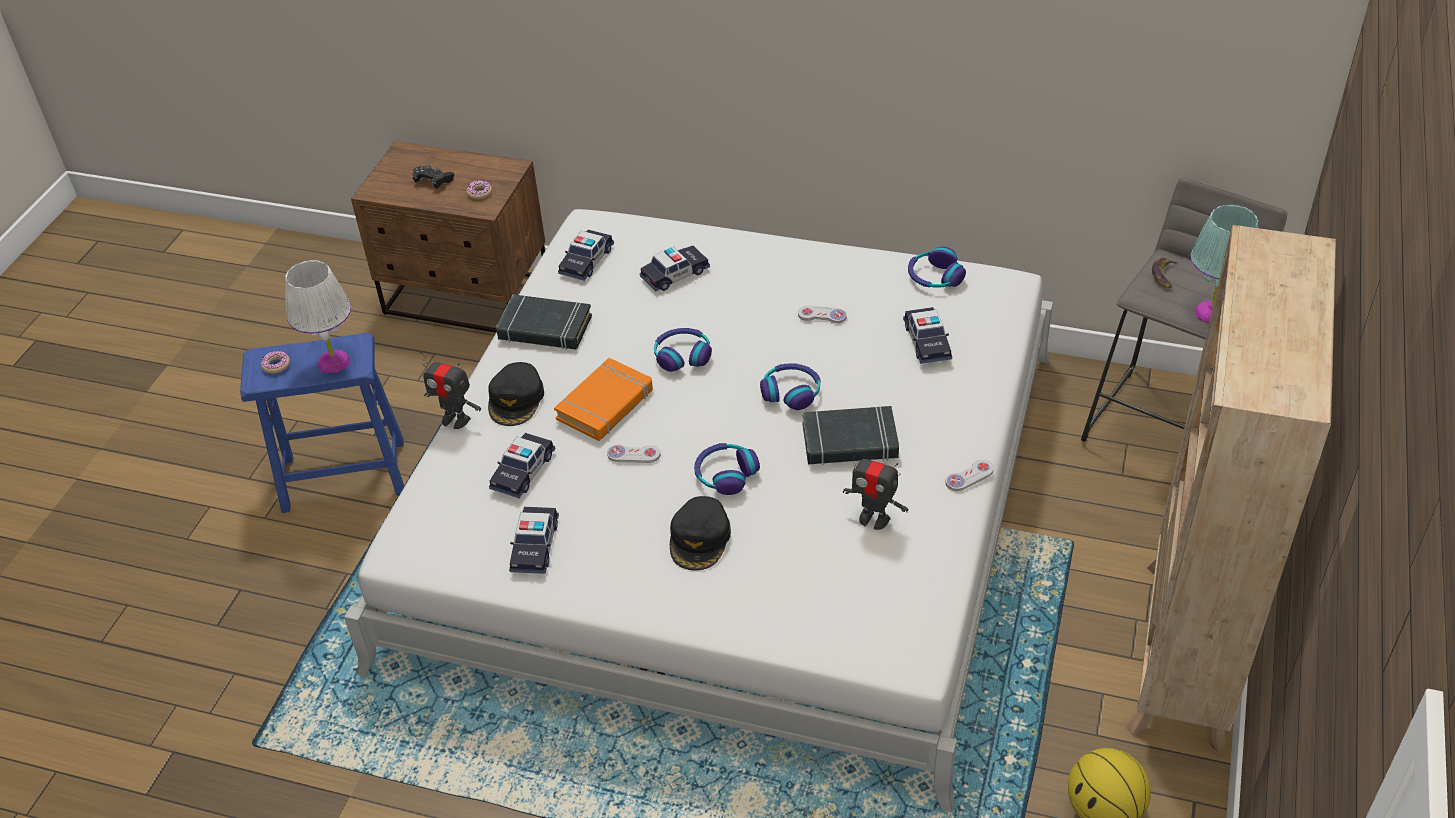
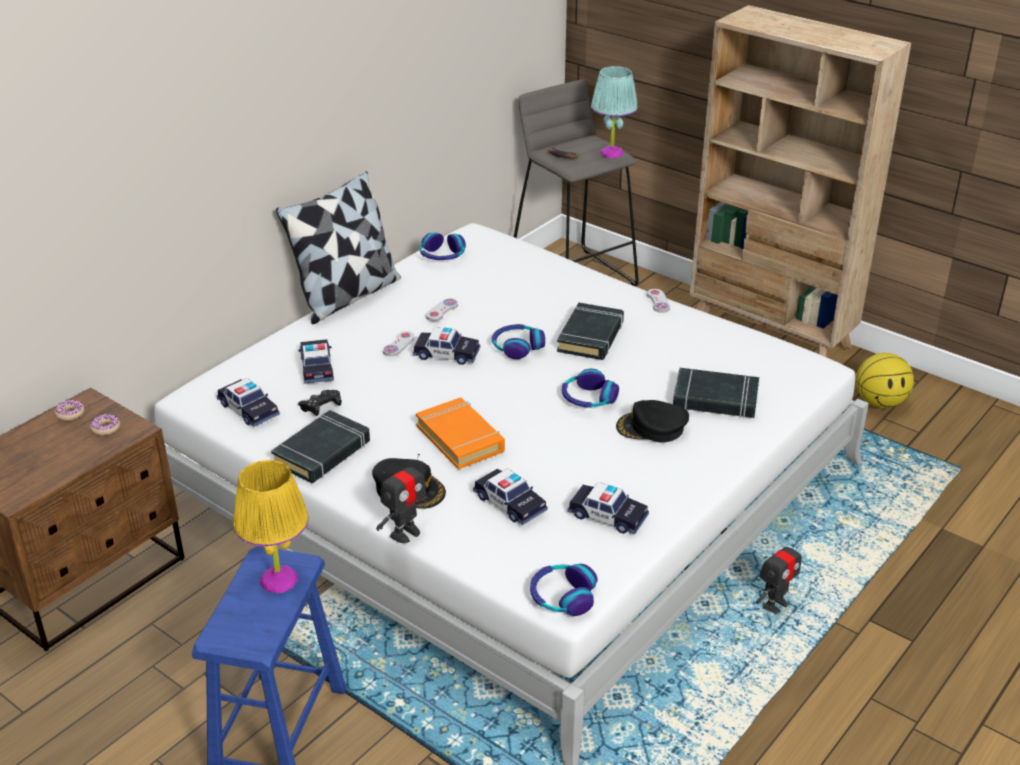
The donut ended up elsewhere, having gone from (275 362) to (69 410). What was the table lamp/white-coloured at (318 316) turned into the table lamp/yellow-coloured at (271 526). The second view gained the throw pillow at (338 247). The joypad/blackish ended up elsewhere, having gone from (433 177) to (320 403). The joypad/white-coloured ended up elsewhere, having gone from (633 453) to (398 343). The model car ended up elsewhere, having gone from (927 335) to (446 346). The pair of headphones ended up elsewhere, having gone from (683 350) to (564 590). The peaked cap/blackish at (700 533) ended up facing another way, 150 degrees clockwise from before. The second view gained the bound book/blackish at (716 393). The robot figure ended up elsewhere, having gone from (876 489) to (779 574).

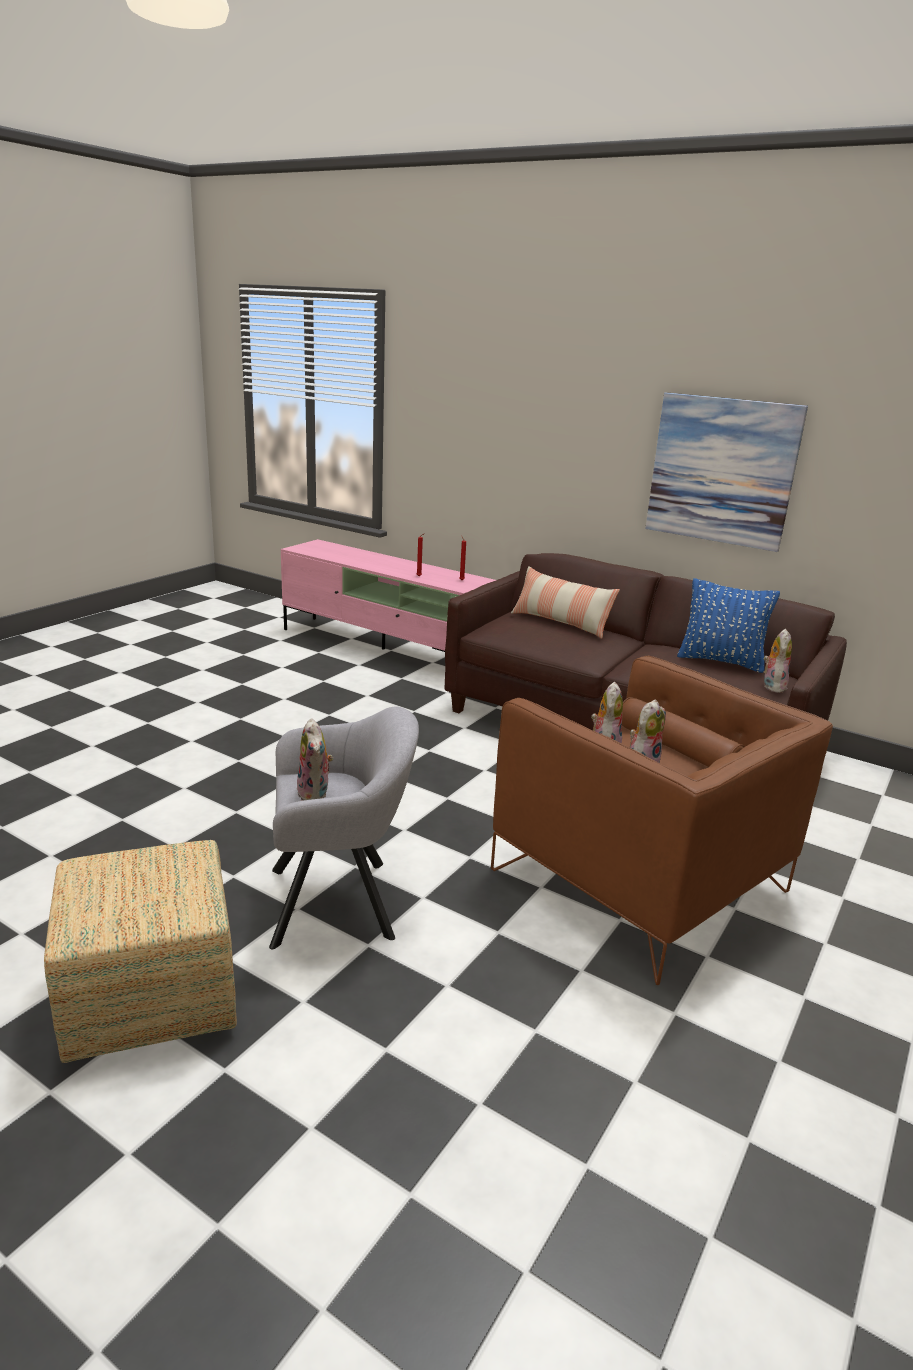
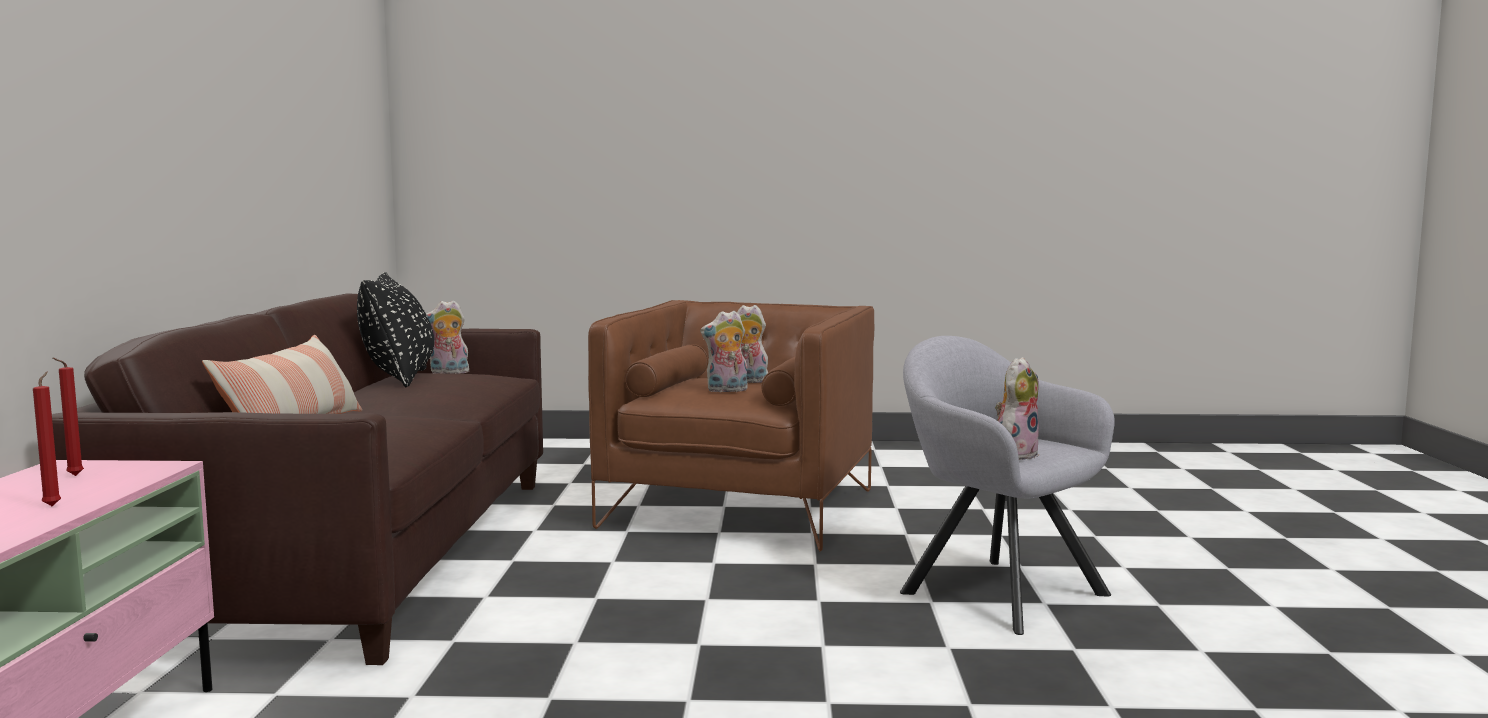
What was the throw pillow/blue at (728 625) turned into the throw pillow/blackish at (395 330). The second view lost the footrest at (140 951). The second view lost the wall art at (726 472).

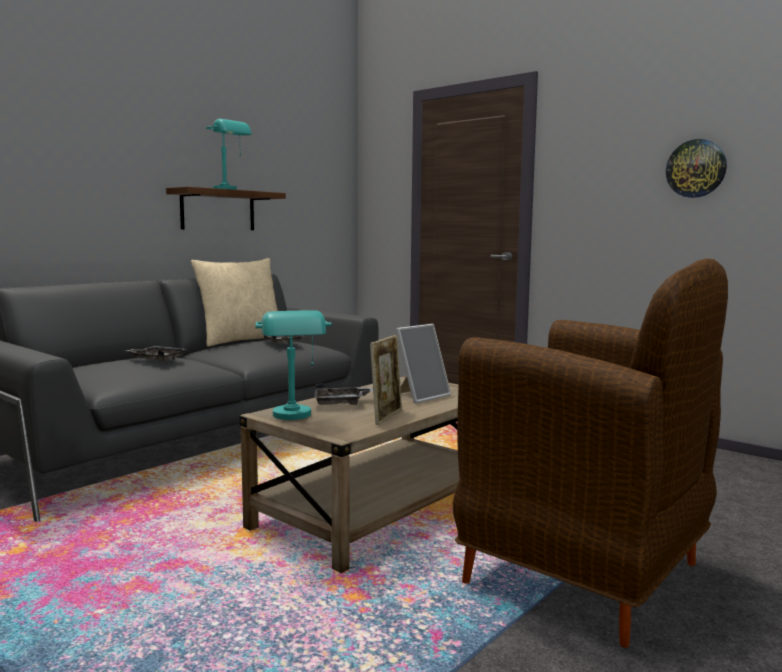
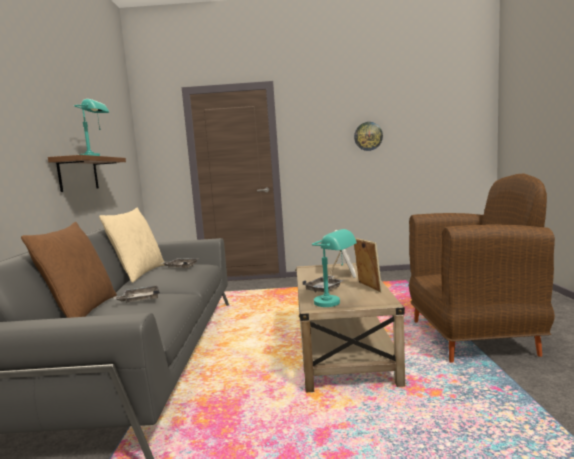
The second view gained the throw pillow/brown at (69 270).

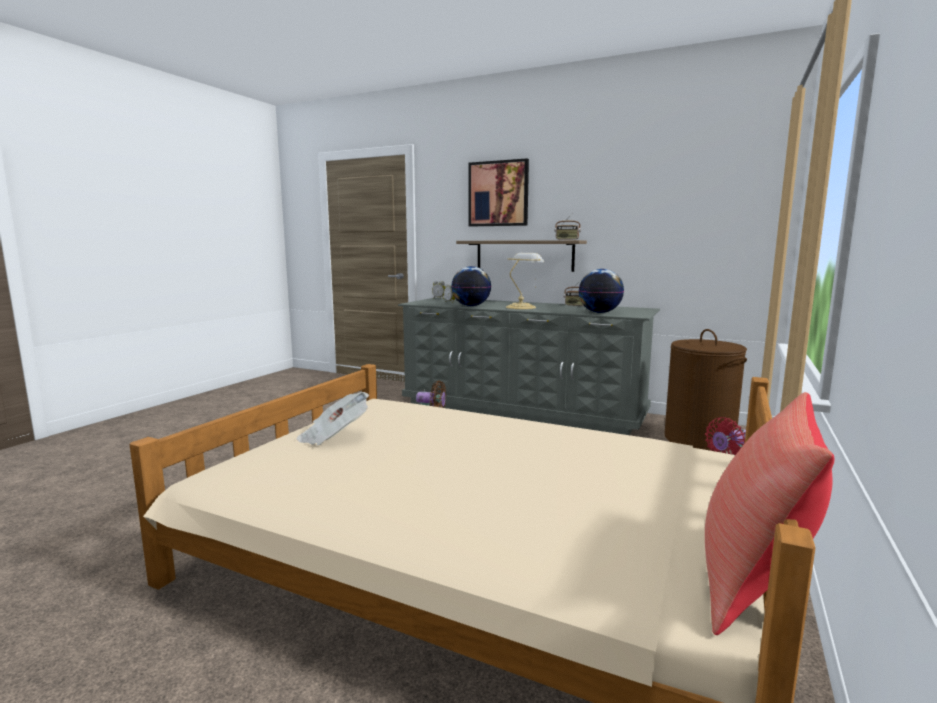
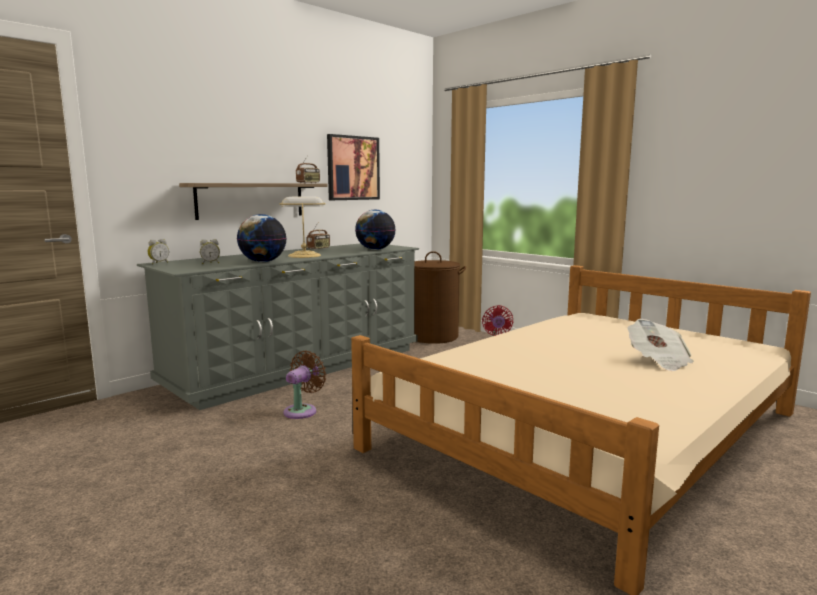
The wall art ended up elsewhere, having gone from (498 192) to (353 167). The daily paper ended up elsewhere, having gone from (332 418) to (660 345). The second view lost the throw pillow/reddish at (770 513).

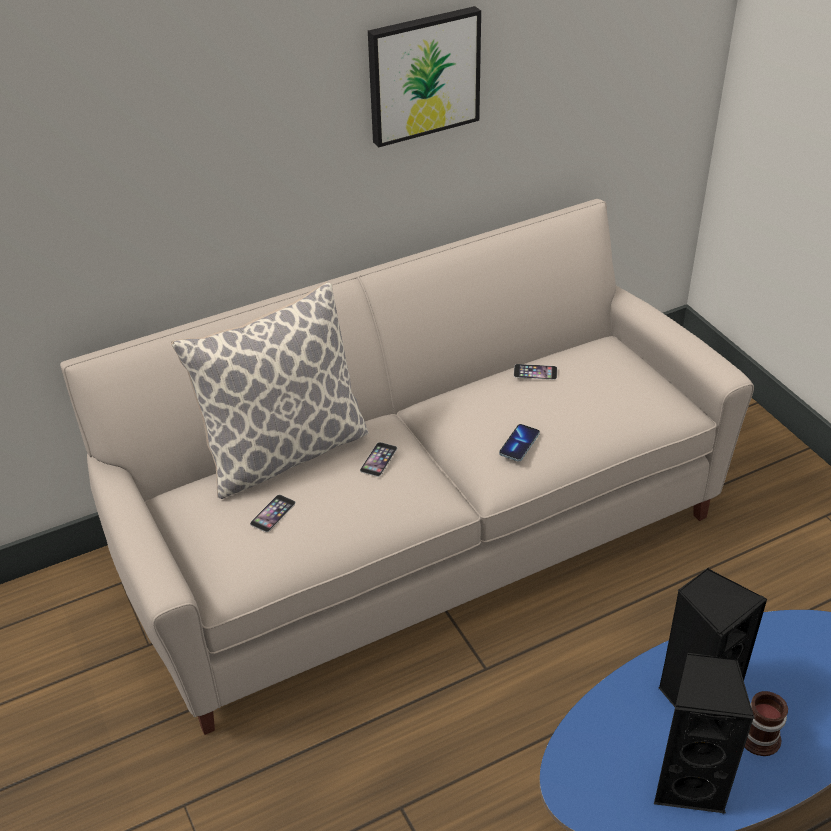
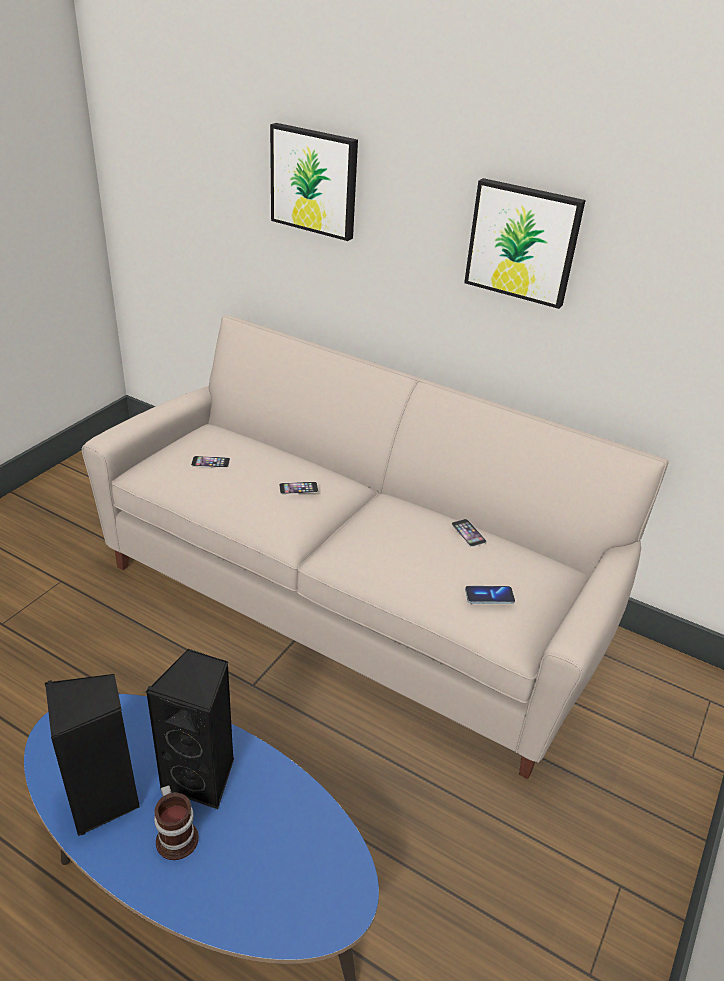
The second view gained the wall art at (314 182). The telephone ended up elsewhere, having gone from (519 442) to (490 595). The second view lost the throw pillow at (270 390).

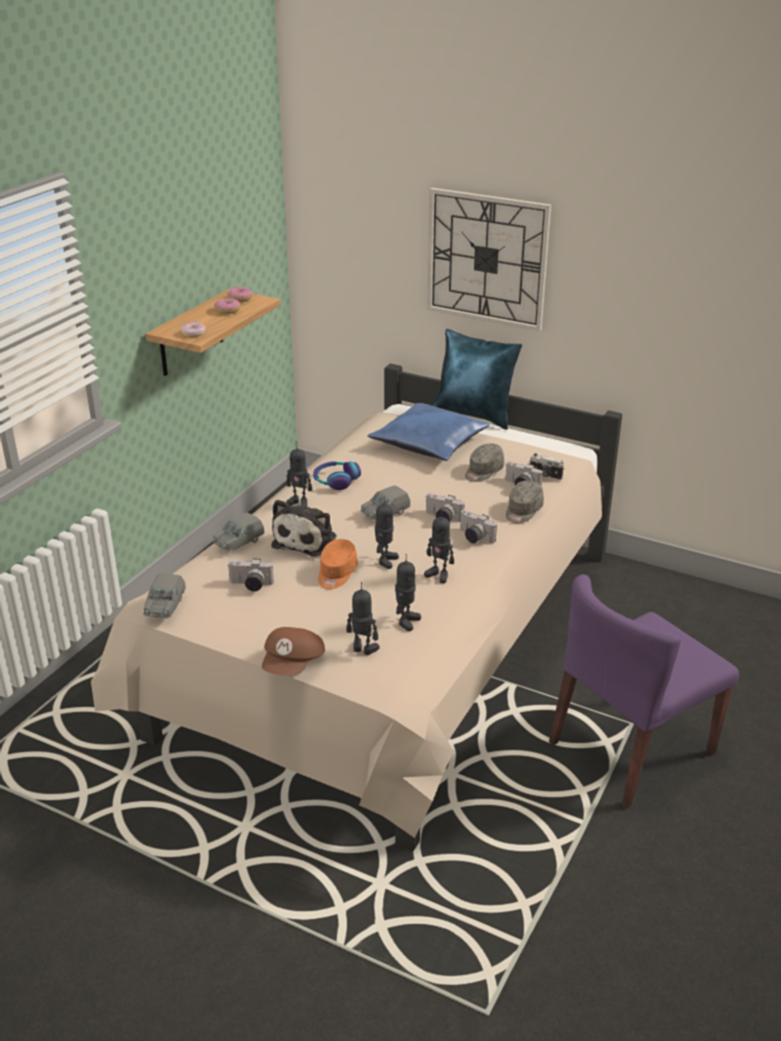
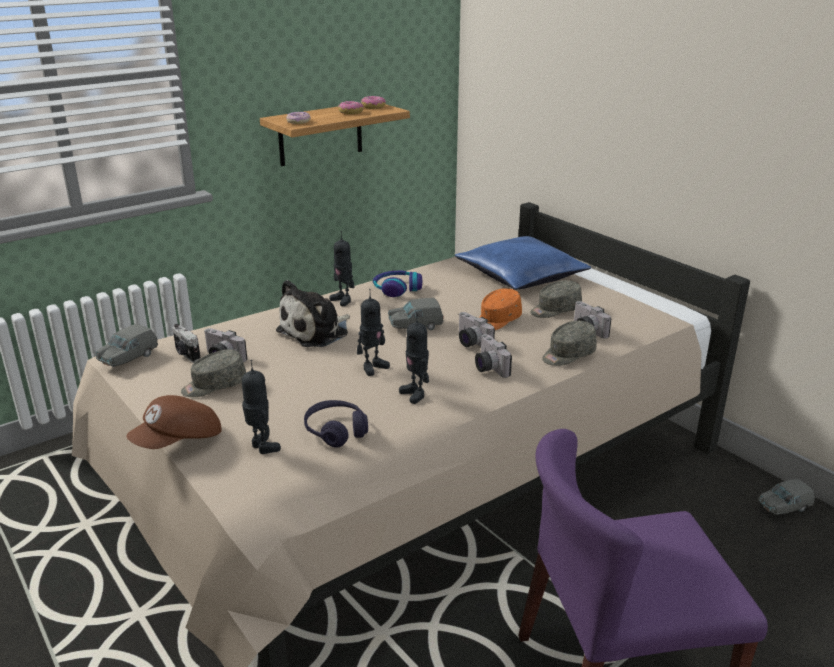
The photo camera ended up elsewhere, having gone from (547 466) to (186 343). The second view gained the peaked cap/grey at (213 373). Where the robot figure stood at (408 592), the pair of headphones/purple came to stand at (336 424). The peaked cap/orange-coloured ended up elsewhere, having gone from (338 564) to (500 309). The model car/grey ended up elsewhere, having gone from (239 531) to (786 496). The second view lost the wall clock at (489 259). The second view lost the throw pillow/blue at (477 379).

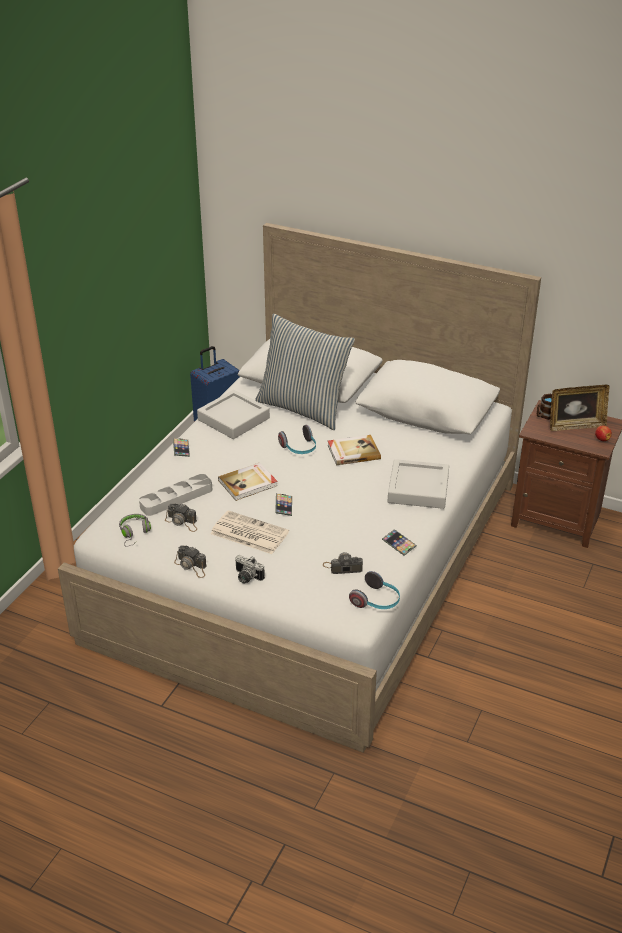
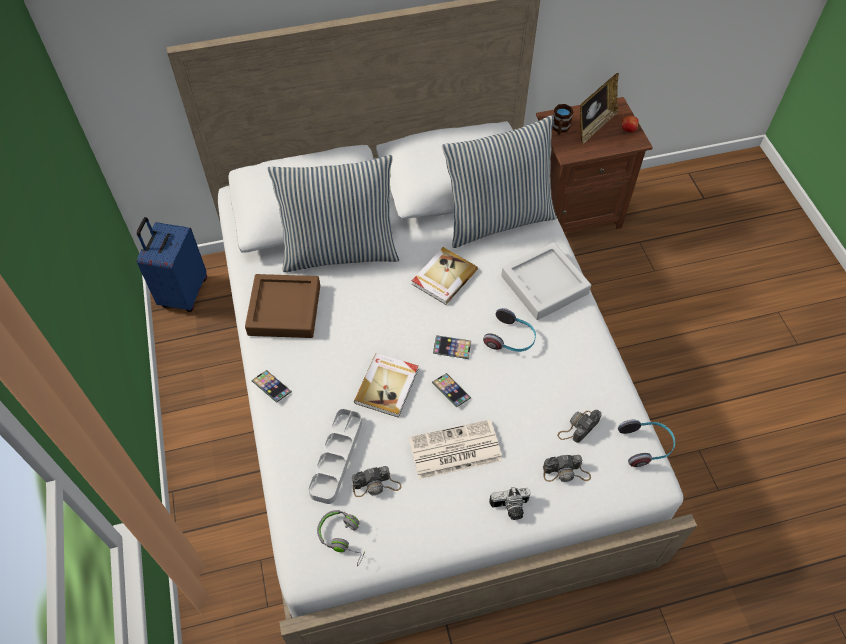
What was the carrying tray/grey at (233 414) turned into the carrying tray/brown at (282 306). The telephone ended up elsewhere, having gone from (399 542) to (452 347). The second view gained the throw pillow at (499 181). The pair of headphones ended up elsewhere, having gone from (297 439) to (509 330). The photo camera ended up elsewhere, having gone from (190 561) to (567 468).

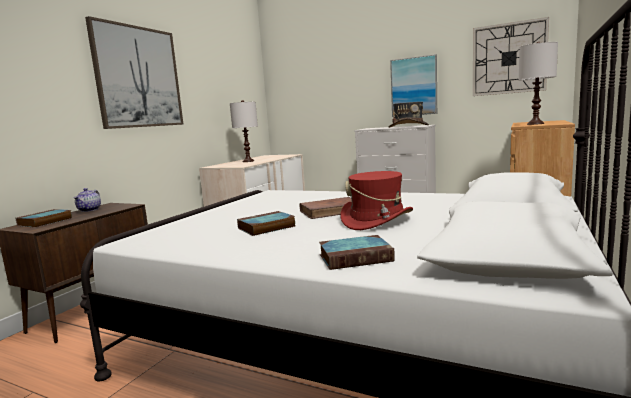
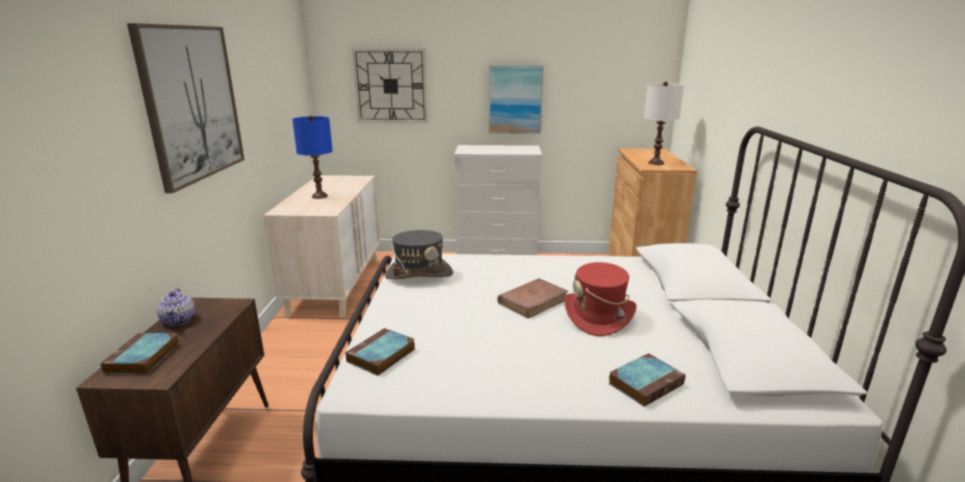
What was the table lamp/white-coloured at (244 131) turned into the table lamp/blue at (312 157). The bound book ended up elsewhere, having gone from (266 223) to (380 352). The wall clock ended up elsewhere, having gone from (511 56) to (390 85). The hat/grey ended up elsewhere, having gone from (409 115) to (419 254).

